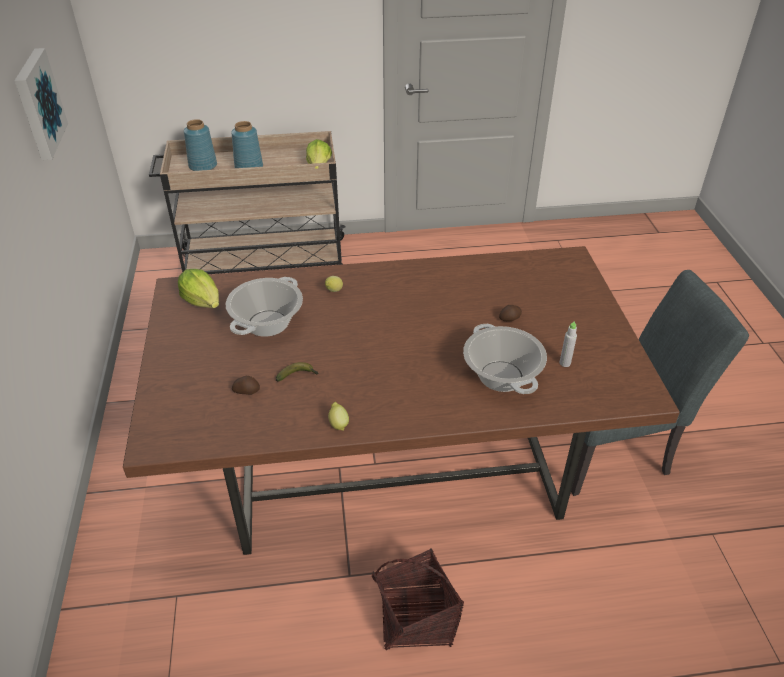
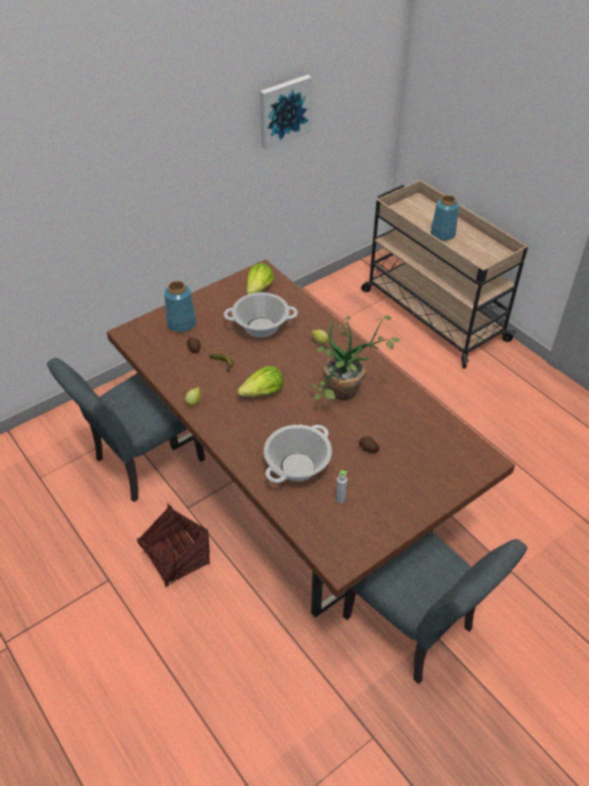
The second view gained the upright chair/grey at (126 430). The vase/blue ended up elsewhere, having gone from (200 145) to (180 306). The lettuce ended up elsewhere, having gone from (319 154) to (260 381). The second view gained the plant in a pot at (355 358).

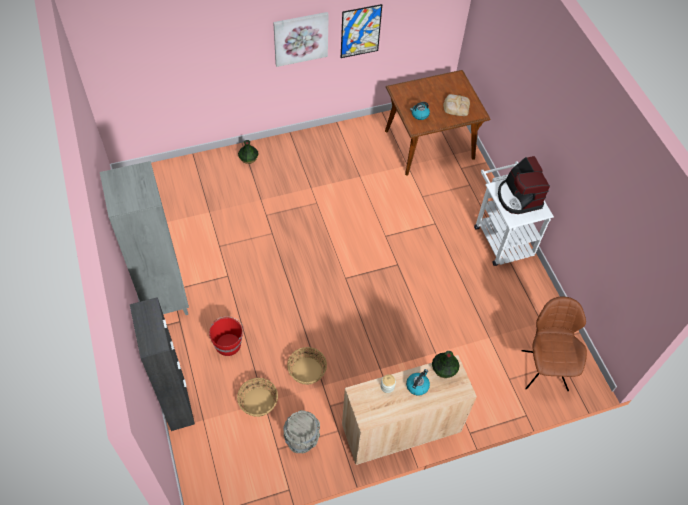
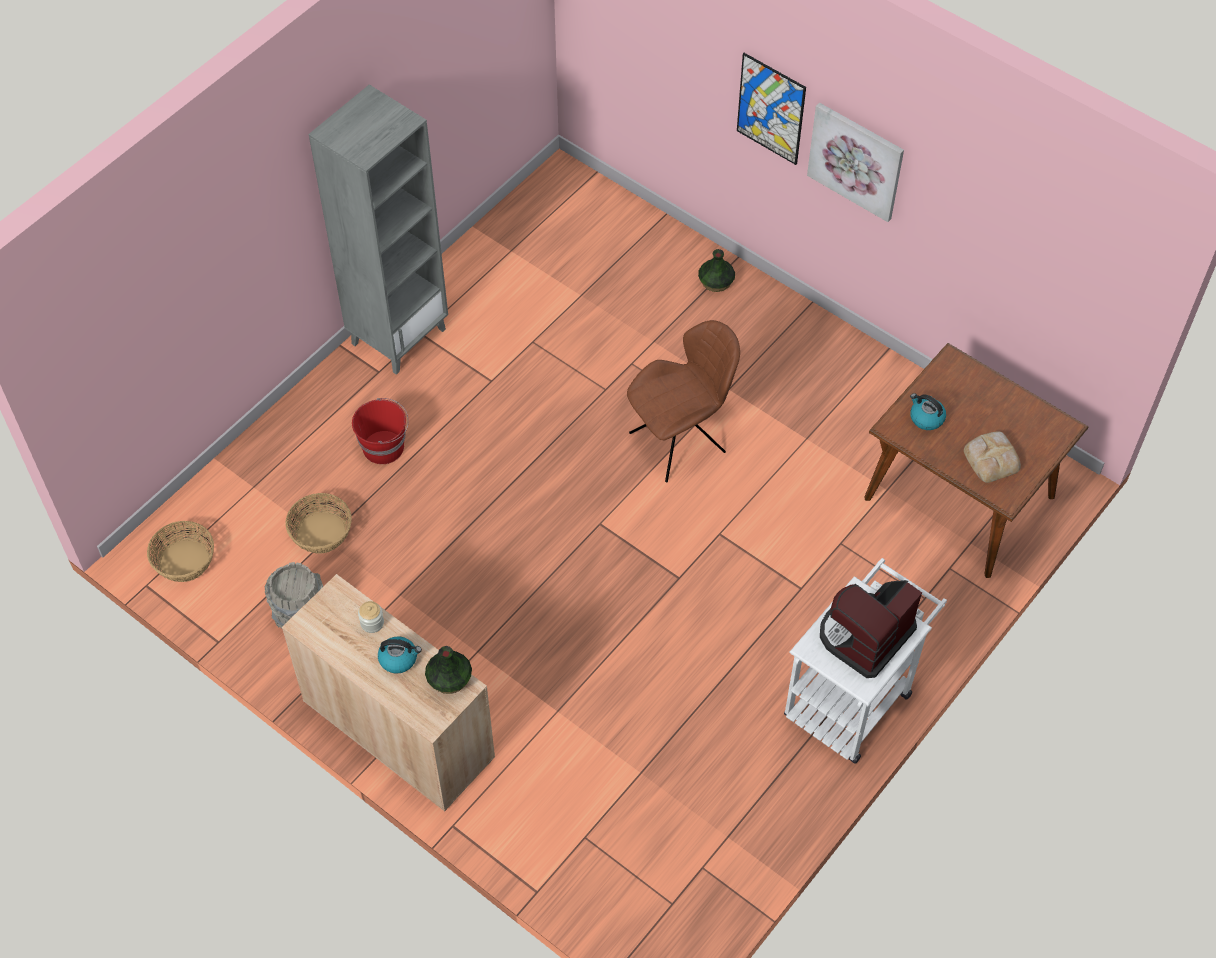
The household basket ended up elsewhere, having gone from (307 366) to (180 551). The upright chair/brown ended up elsewhere, having gone from (554 344) to (683 401). The wall art ended up elsewhere, having gone from (361 31) to (771 109). The second view lost the cabinet/blackish at (162 364).

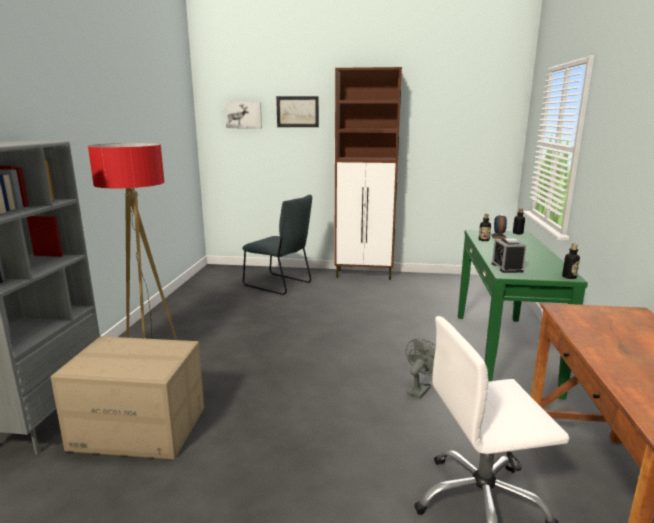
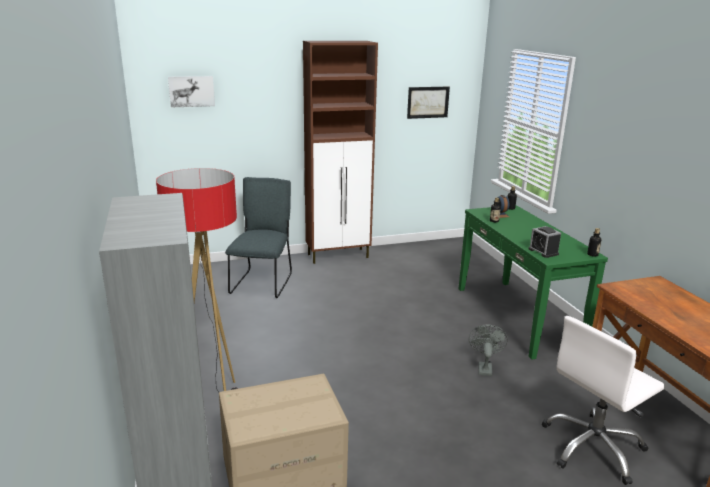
The upright chair/grey at (277 245) ended up facing another way, 90 degrees counterclockwise from before. The wall art ended up elsewhere, having gone from (297 111) to (428 103).

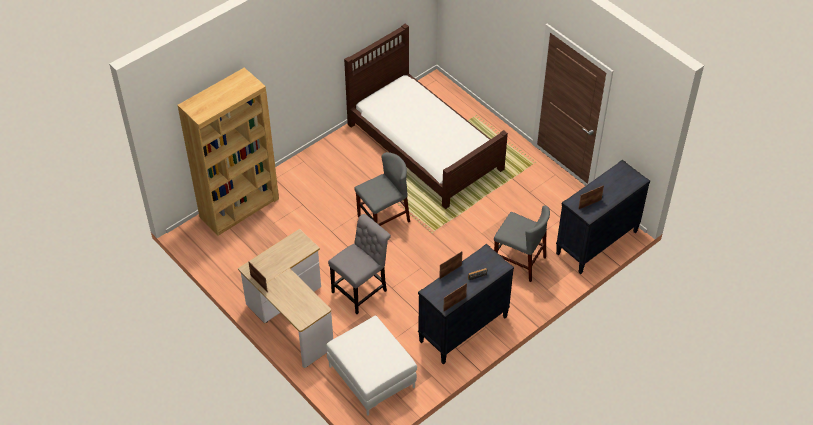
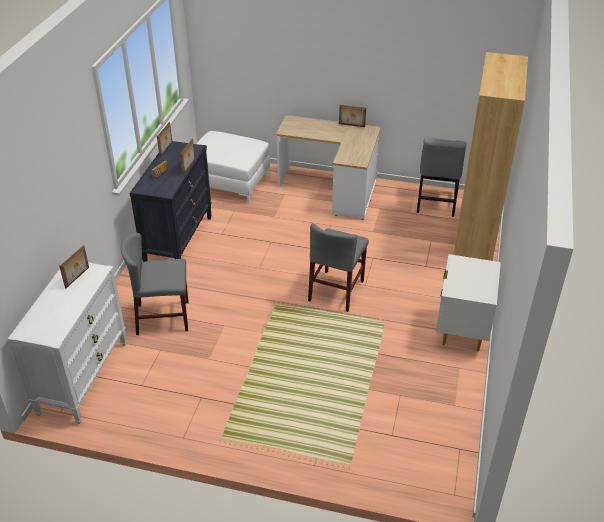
What was the drawer chest/blackish at (603 216) turned into the drawer chest/white-coloured at (67 343). The upright chair/grey ended up elsewhere, having gone from (359 264) to (442 177). The second view gained the bedside table/white-coloured at (468 302). The second view lost the bedroom bed/brown at (426 116).

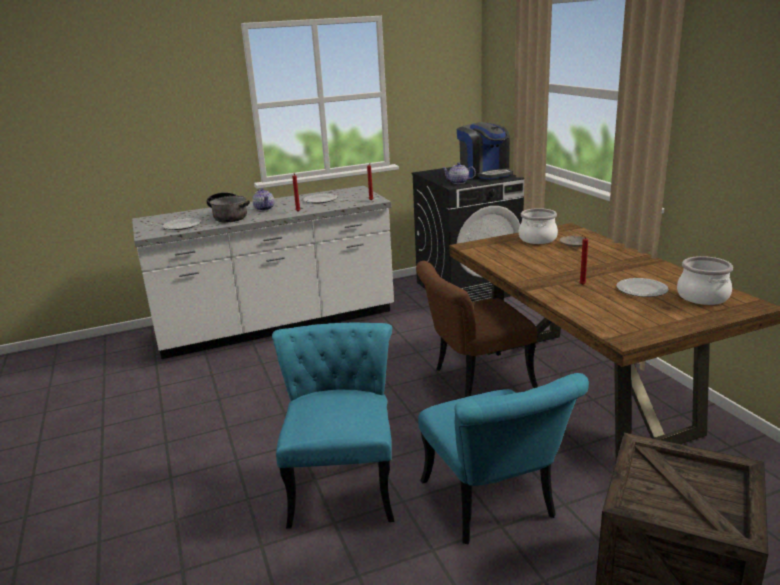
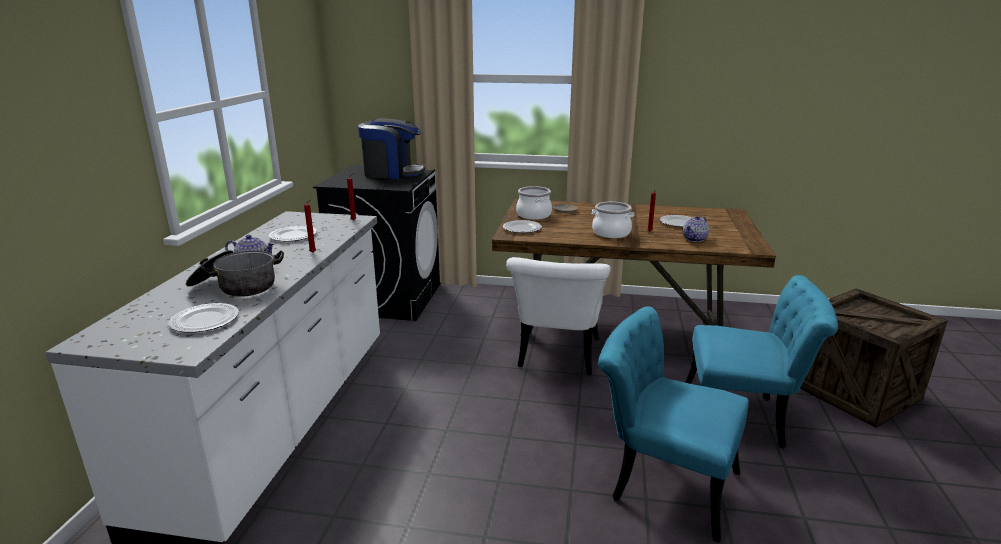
The second view gained the plate at (522 226). What was the upright chair/brown at (477 329) turned into the upright chair/white-coloured at (558 316). The cooking pot ended up elsewhere, having gone from (705 280) to (613 220). The teapot ended up elsewhere, having gone from (459 173) to (696 229).

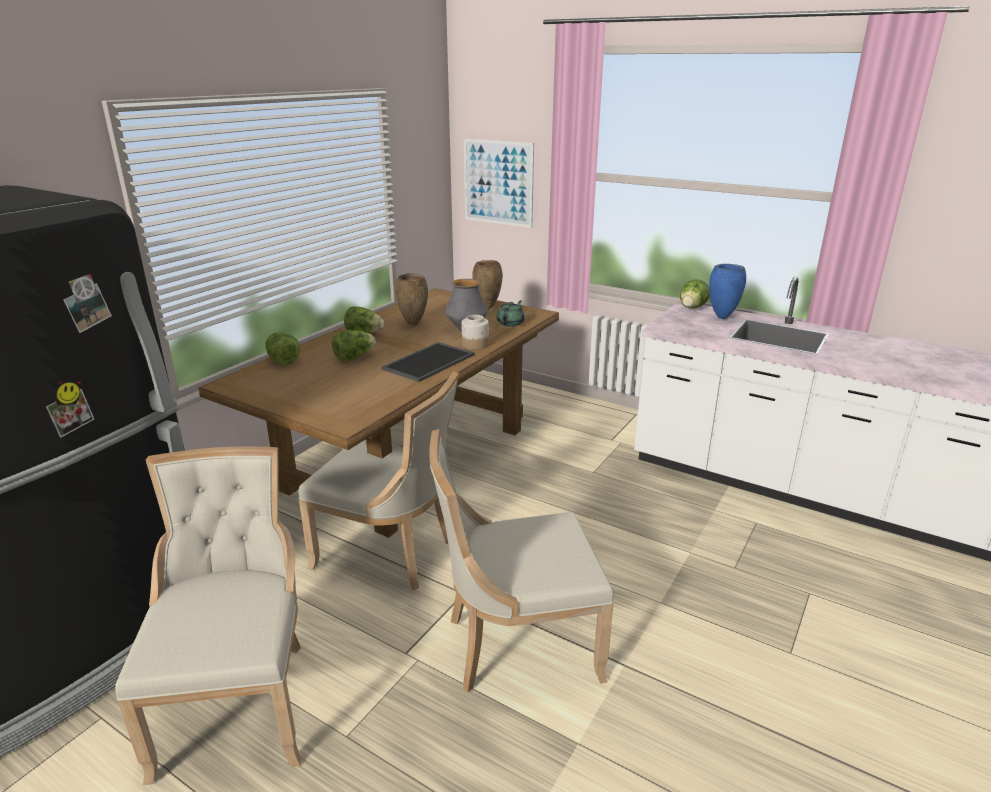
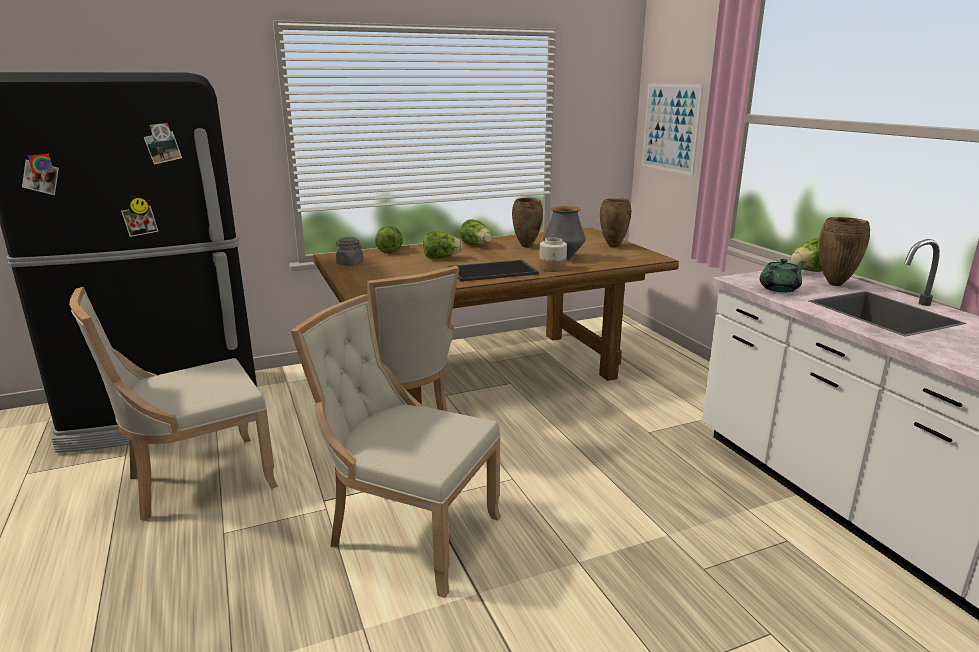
The upright chair/beige-coloured at (208 616) ended up facing another way, 150 degrees counterclockwise from before. The second view gained the jar/grey at (350 251). The teapot/green ended up elsewhere, having gone from (510 313) to (783 275). What was the vase/blue at (727 291) turned into the vase/brown at (844 251).

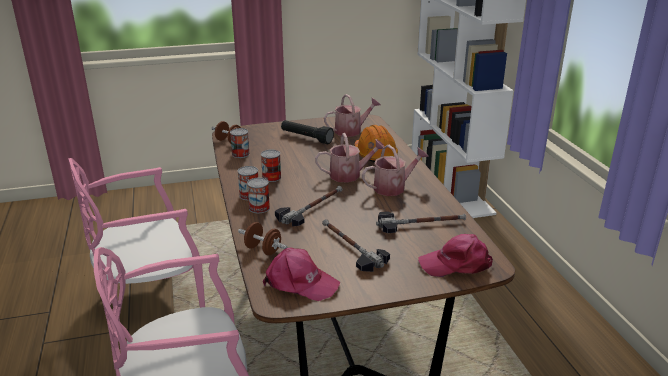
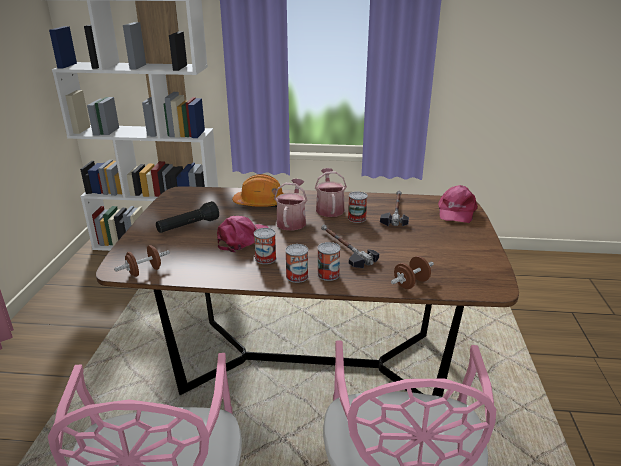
The peaked cap/pink ended up elsewhere, having gone from (302 274) to (243 234). The metal can ended up elsewhere, having gone from (240 143) to (358 207). The second view lost the hammer at (356 245). The second view lost the sprinkling can at (352 115).

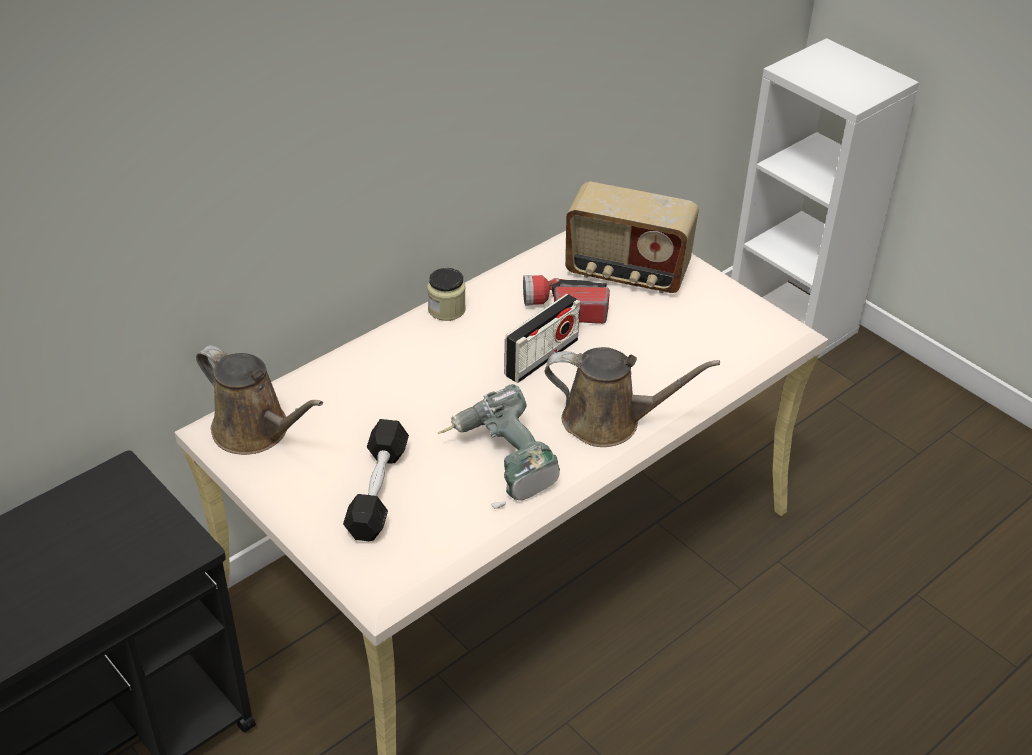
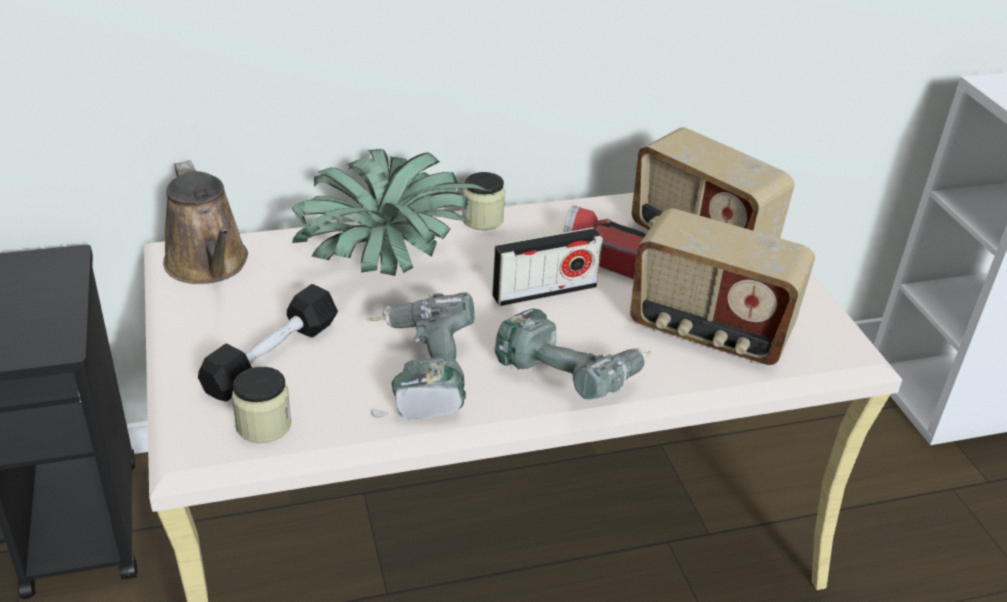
The second view gained the jar at (261 405). The second view gained the plant in a pot at (393 212). Where the sprinkling can/brown stood at (632 397), the power drill came to stand at (572 354). The second view gained the radio set at (722 286).

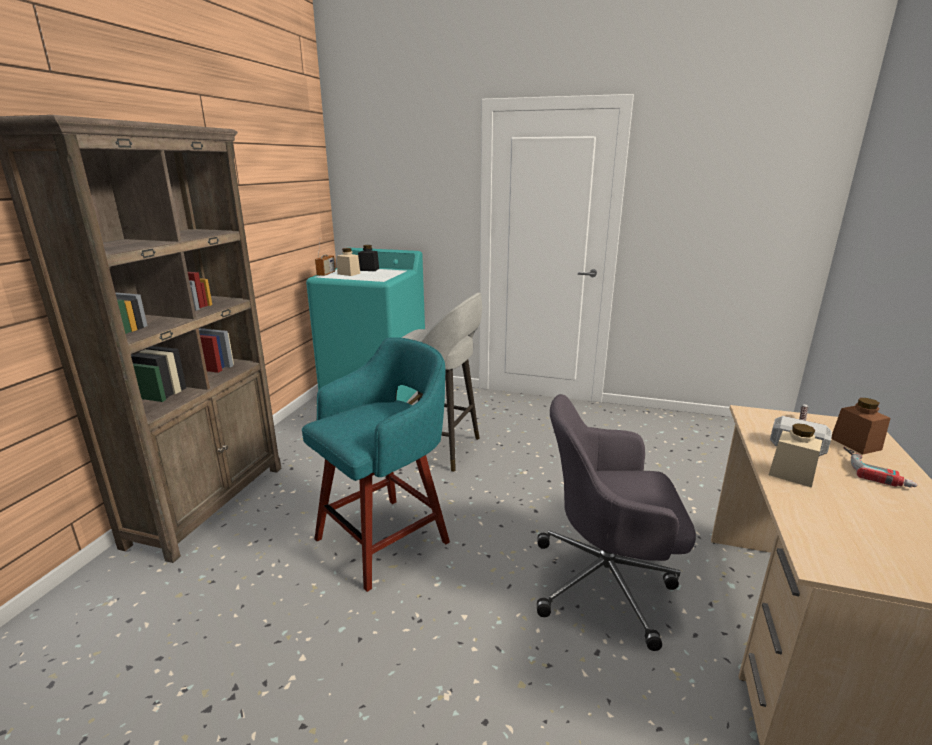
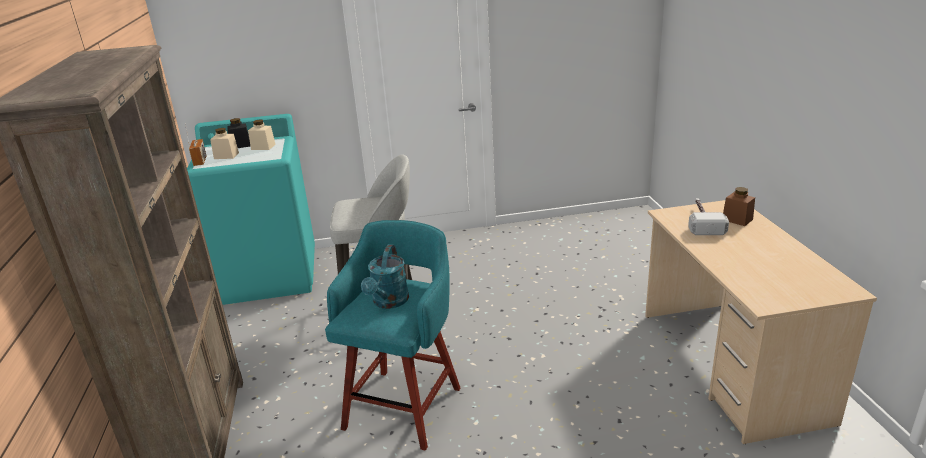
The jar/beige-coloured ended up elsewhere, having gone from (795 455) to (262 134). The second view gained the sprinkling can/turquoise-coloured at (385 276). The second view lost the desk chair/grey at (616 522). The second view lost the power drill at (881 467).

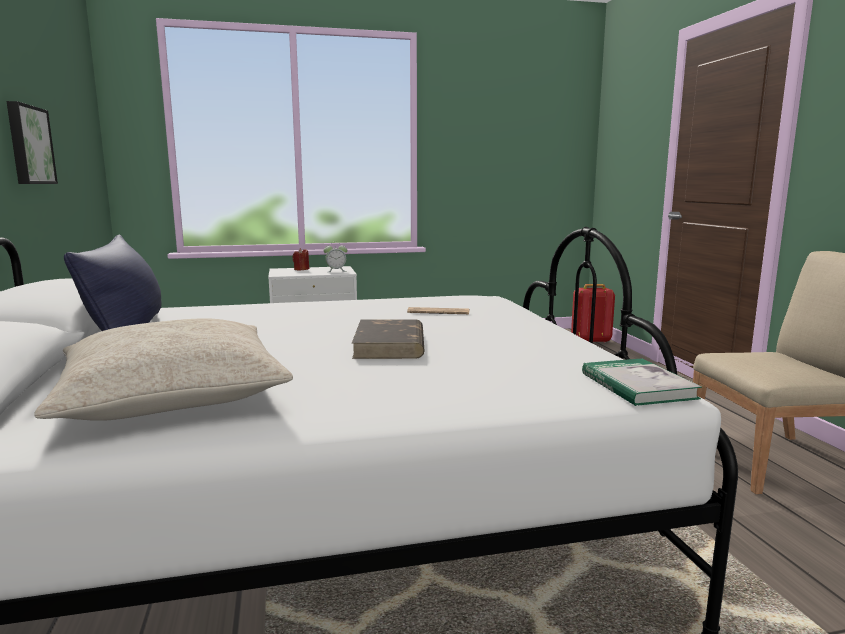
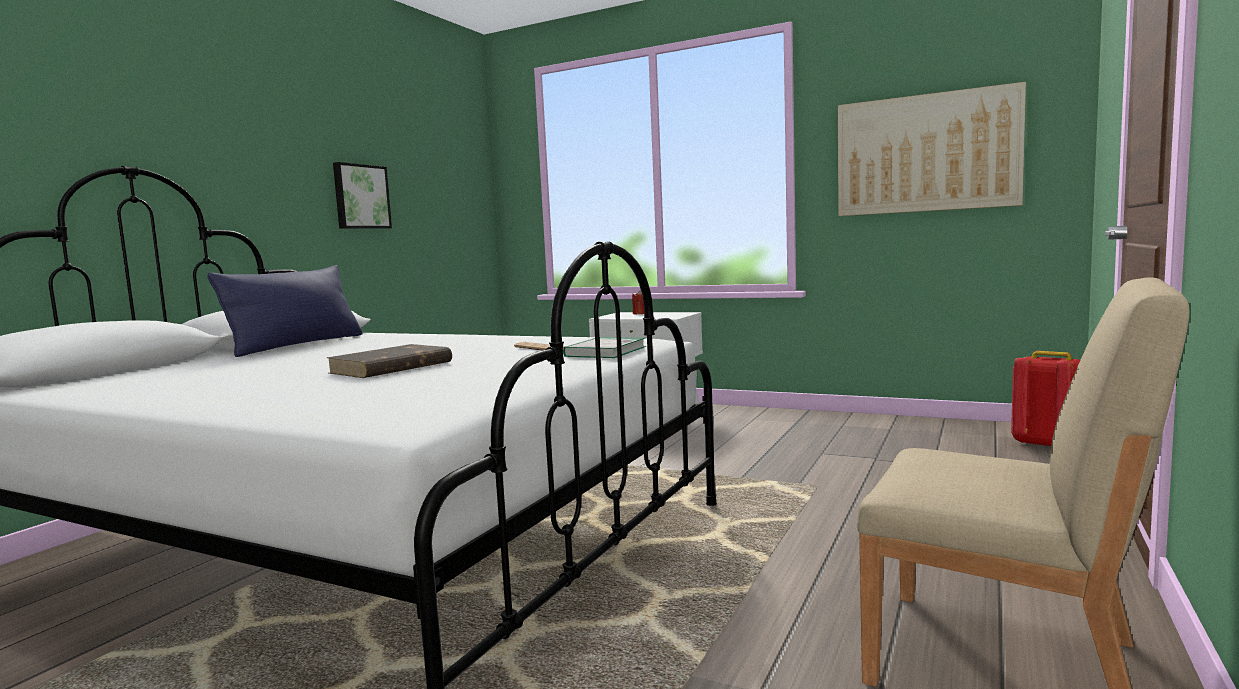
The bound book ended up elsewhere, having gone from (642 382) to (604 347). The second view gained the wall art at (932 149). The second view lost the throw pillow/beige-coloured at (163 369). The second view lost the bedside clock at (335 258).

